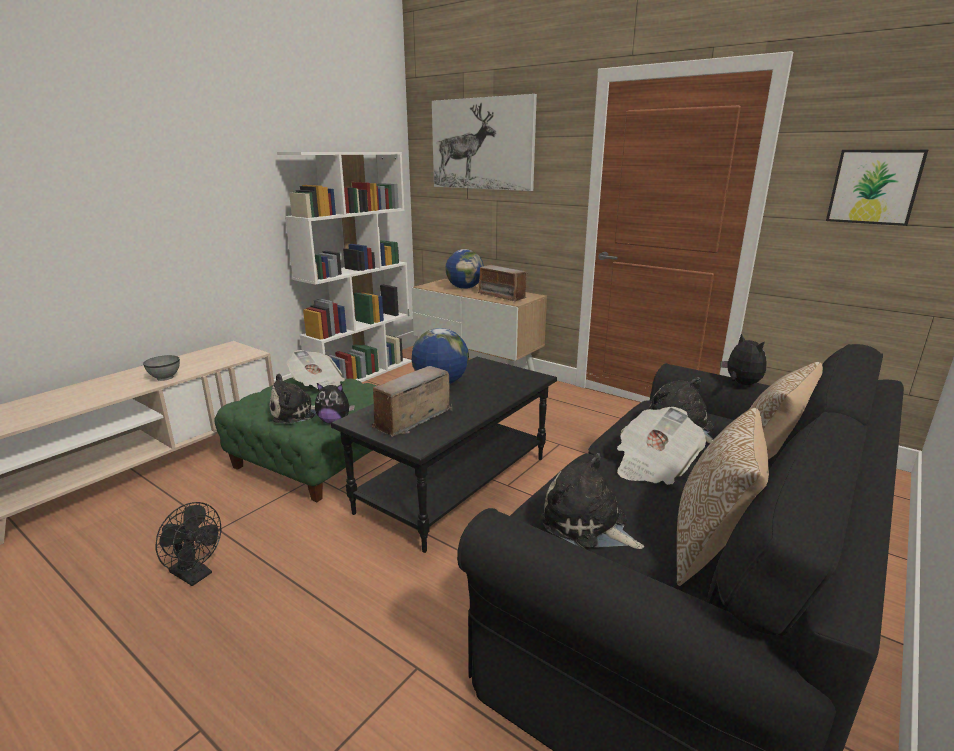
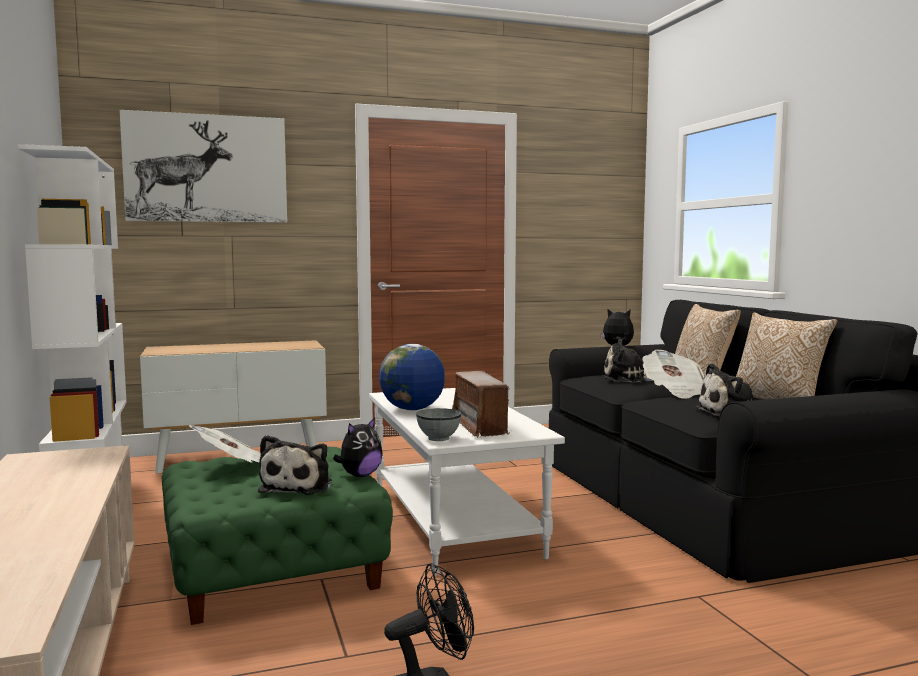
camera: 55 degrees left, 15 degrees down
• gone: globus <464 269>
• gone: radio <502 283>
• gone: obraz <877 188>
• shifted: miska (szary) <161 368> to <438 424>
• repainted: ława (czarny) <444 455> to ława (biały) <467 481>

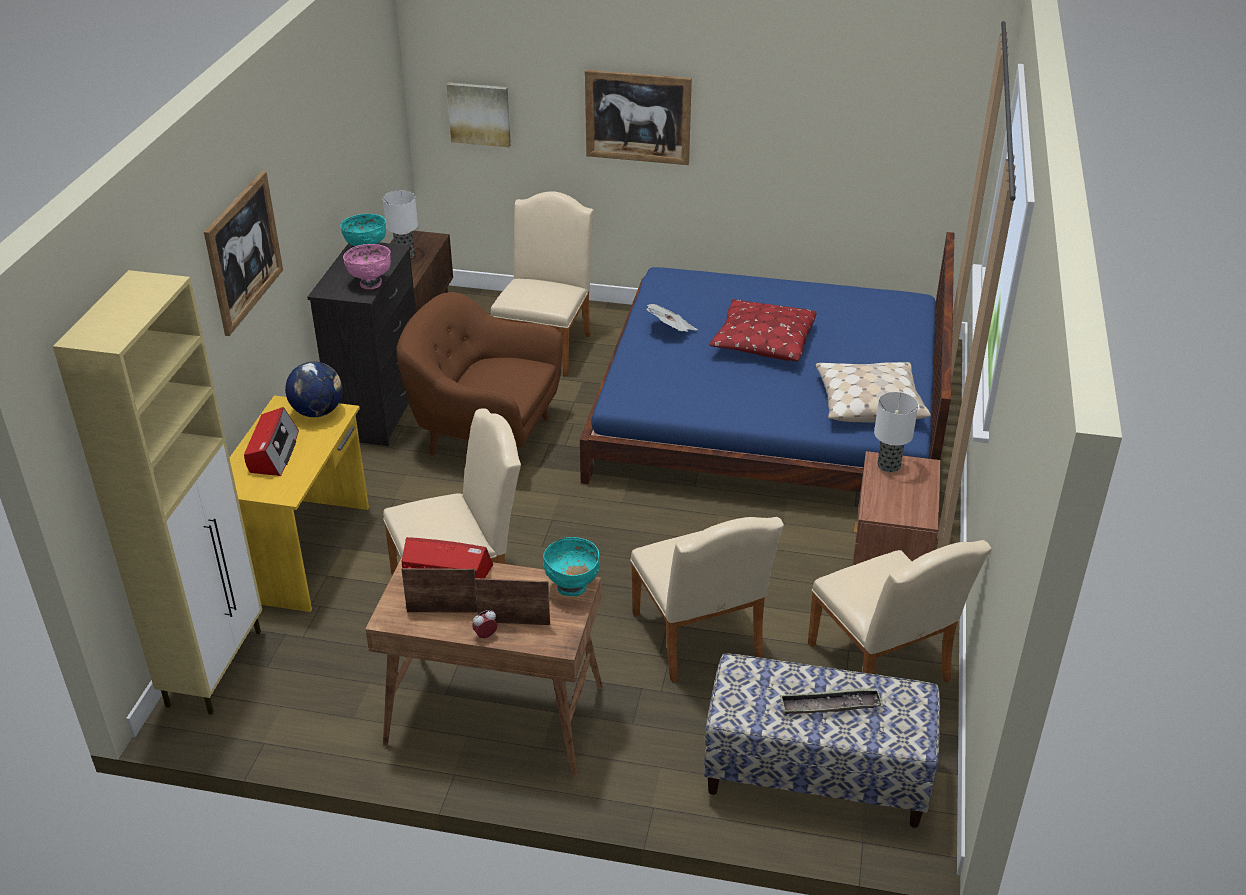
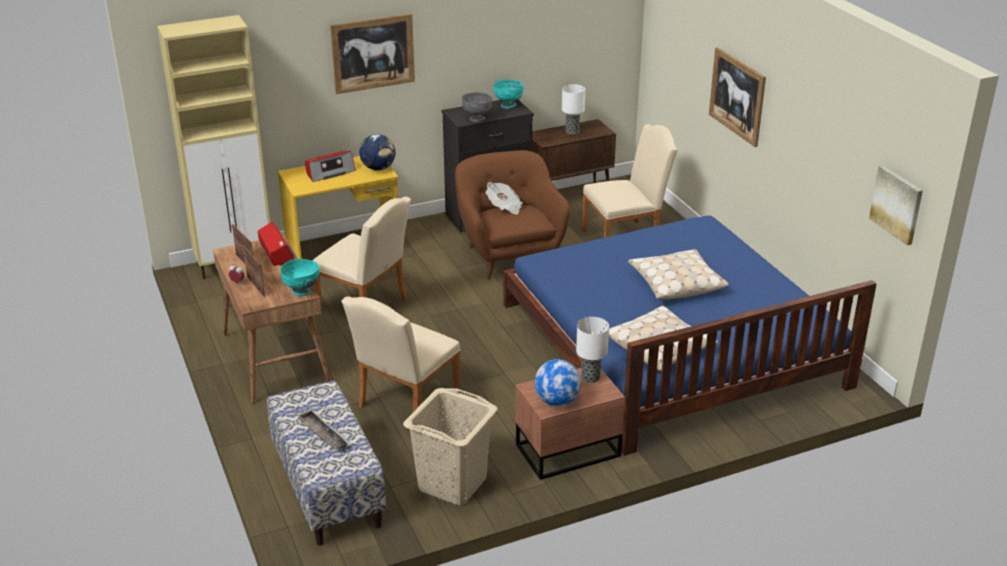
camera: 55 degrees right, 5 degrees down
• new: globus <557 382>
• shifted: obraz <479 114> to <896 205>
• shifted: gazeta <672 318> to <504 198>
• swapped: krzesło (beżowy) <900 611> to kosz na pranie (beżowy) <450 446>
• repainted: miska (różowy) <367 266> to miska (szary) <477 107>
• repainted: poduszka (czerwony) <763 330> to poduszka (beżowy) <678 274>

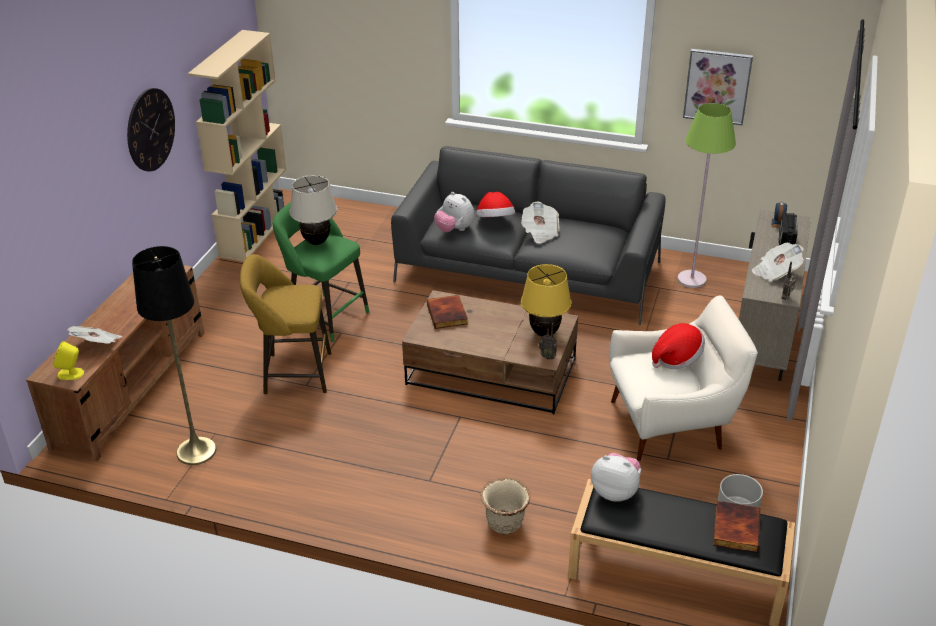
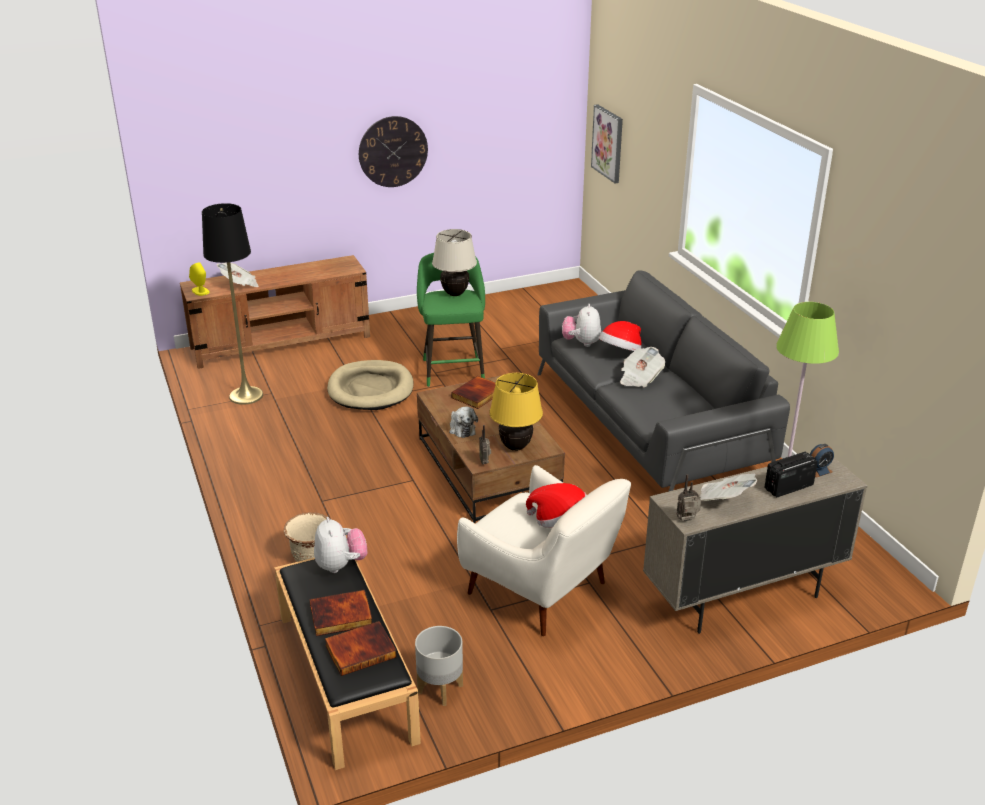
camera: 50 degrees right, 5 degrees down
• gone: regał (beżowy) <237 146>
• new: książka <340 613>
• new: pluszak <463 422>
• shifted: obraz <718 87> to <607 144>
• swapped: stołek (żółty) <285 324> to legowisko (beżowy) <370 385>

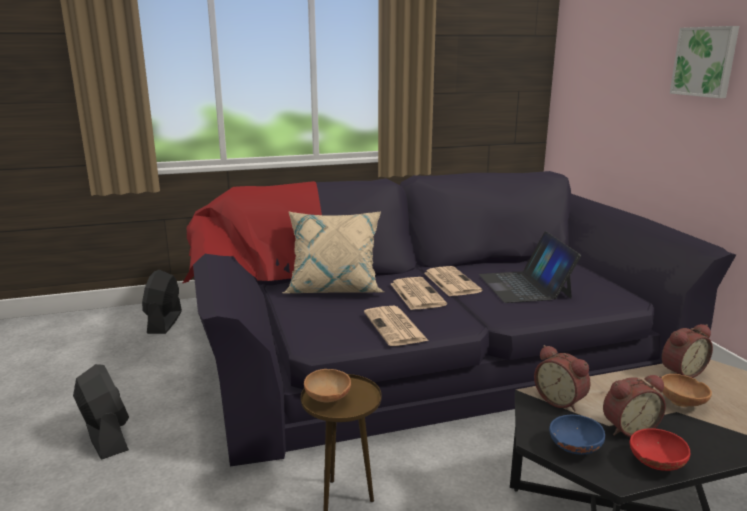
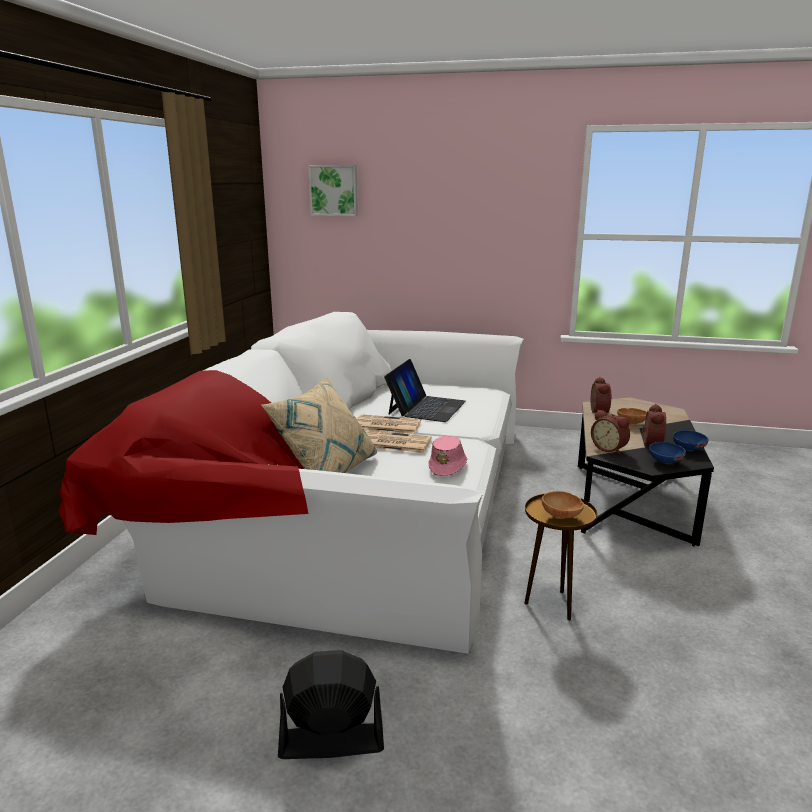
camera: 60 degrees left, 0 degrees up
• gone: wentylator (czarny) <162 302>
• shifted: obraz <704 62> to <333 190>
• swapped: gazeta <396 326> to kapelusz (różowy) <447 455>
• repainted: kanapa (czarny) <459 319> to kanapa (biały) <291 483>
• repainted: miska (czerwony) <660 449> to miska (niebieski) <690 440>
• rotated: laptop <530 267> = <425 390> 90 degrees counterclockwise
• rotated: budzik <562 378> = <610 432> 60 degrees clockwise

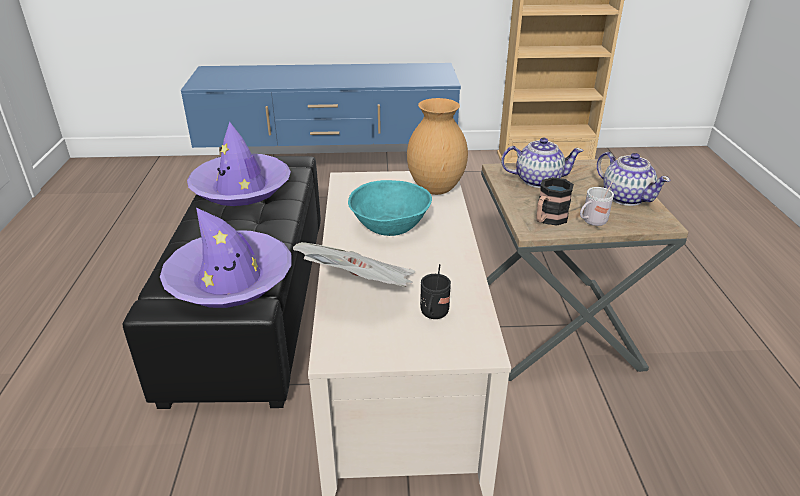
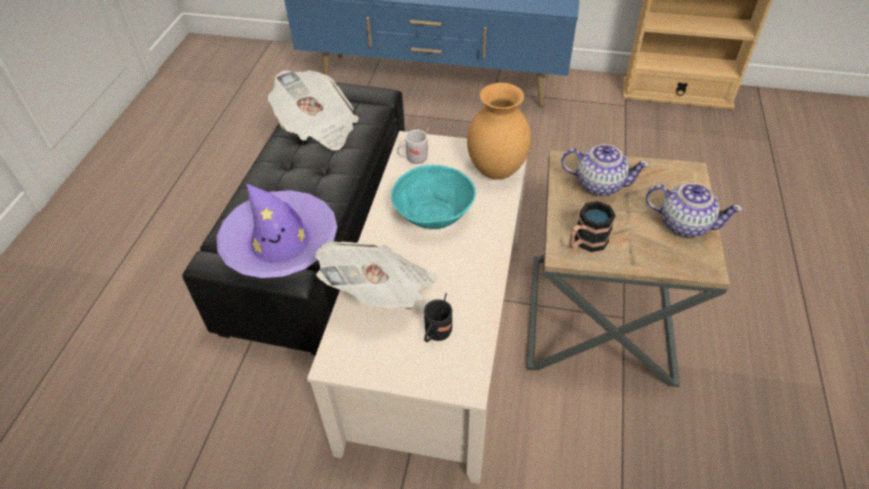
camera: 15 degrees right, 15 degrees up
• shifted: kubek (biały) <597 203> to <413 146>
• swapped: kapelusz (fioletowy) <239 163> to gazeta <313 110>
• rotated: imbryk <634 179> = <694 210> 45 degrees counterclockwise

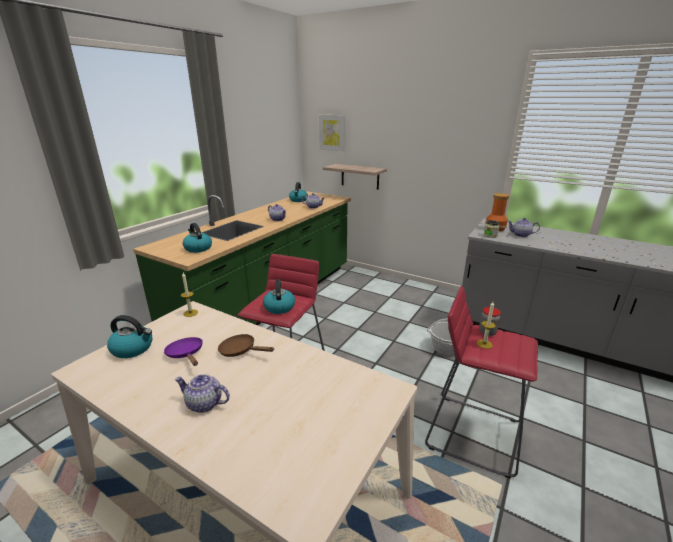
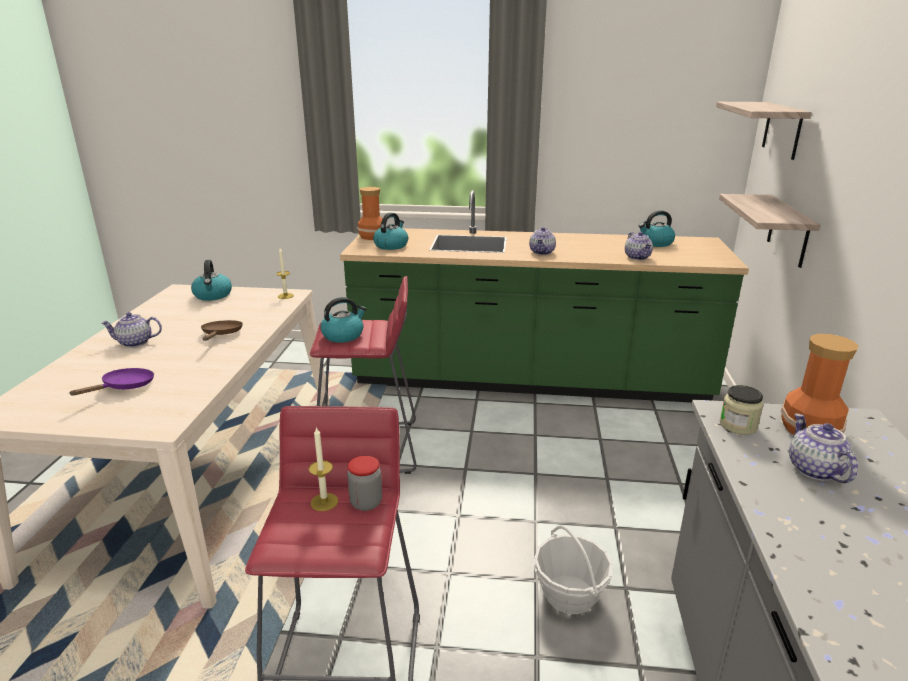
camera: 65 degrees right, 0 degrees up
• new: wazon <369 213>
• shifted: patelnia (fioletowy) <183 351> to <111 382>
• swapped: obraz <332 133> to półka <764 131>
• rotated: imbryk <202 393> = <131 329> 90 degrees counterclockwise

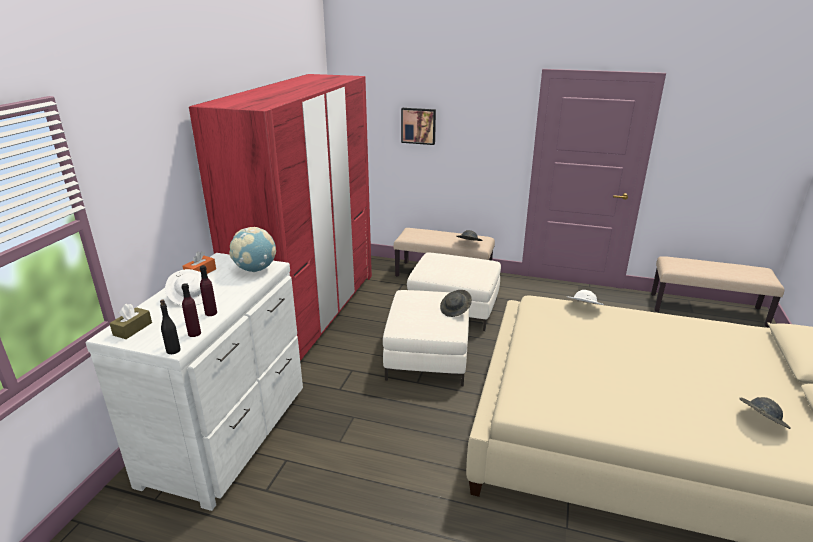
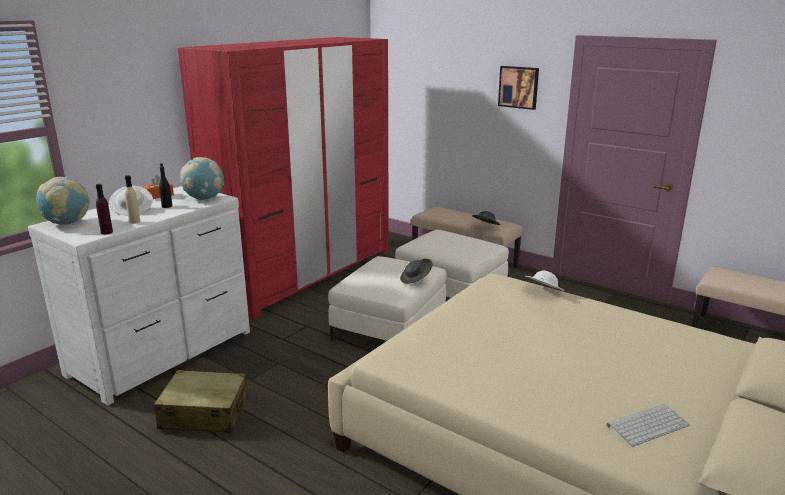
camera: 20 degrees right, 5 degrees down
• new: walizka (beżowy) <201 401>
• shifted: butelka (czarny) <170 326> to <165 185>
• shifted: obraz <418 126> to <518 88>
• swapped: pudełko chusteczek (brązowy) <130 321> to globus <63 201>
• swapped: kapelusz (szary) <765 413> to klawiatura <648 425>
• repainted: butelka (fioletowy) <208 290> to butelka (beżowy) <132 199>

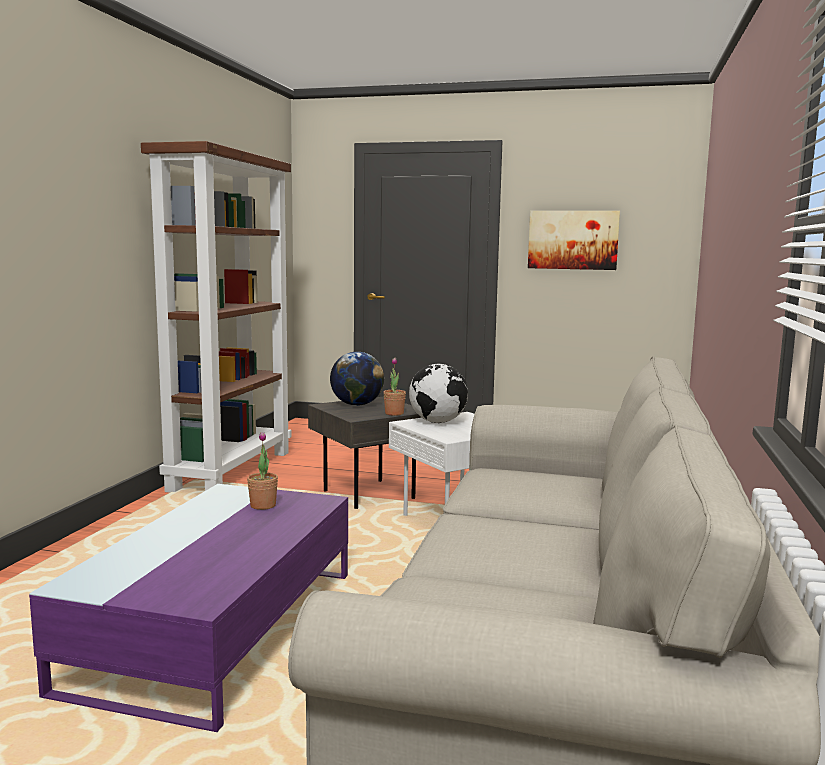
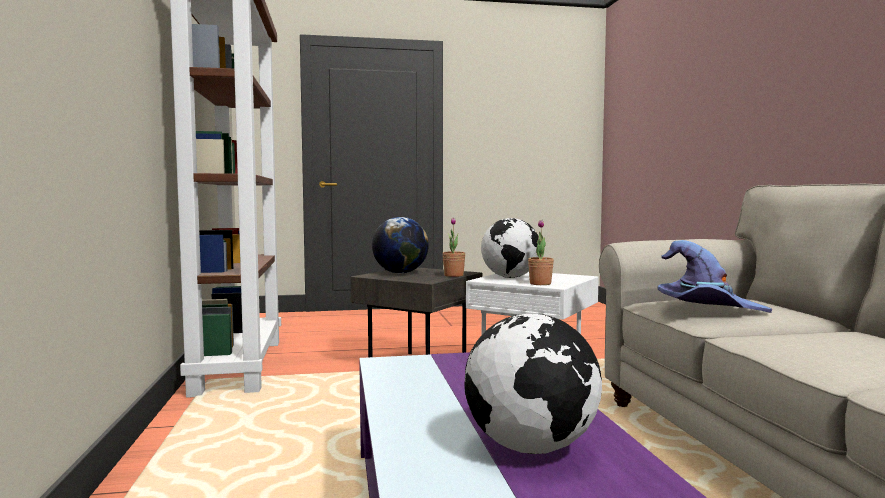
camera: 25 degrees left, 5 degrees down
• gone: obraz <574 240>
• new: globus <533 384>
• new: kapelusz (fioletowy) <714 276>
• shifted: roślina doniczkowa <262 471> to <541 252>

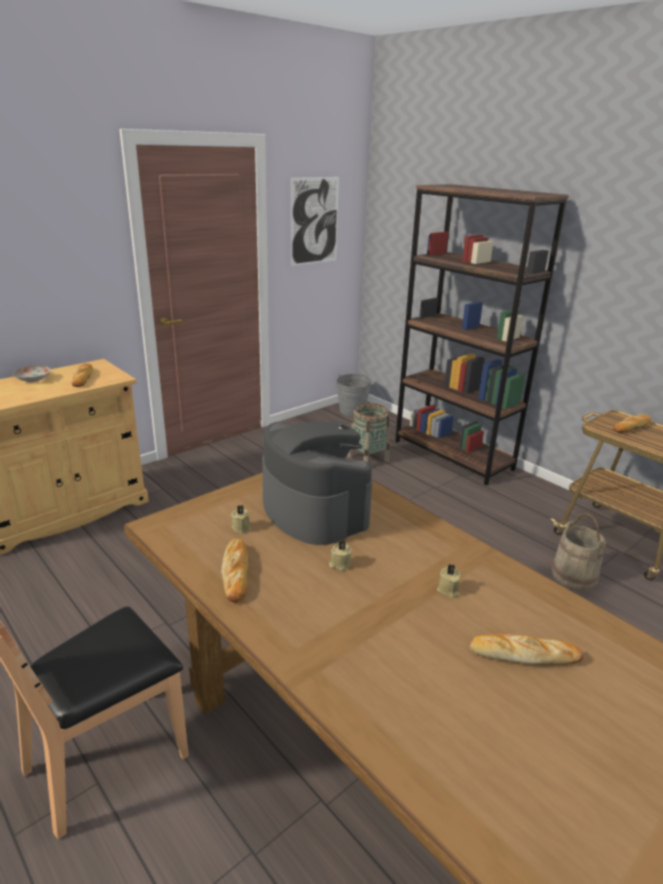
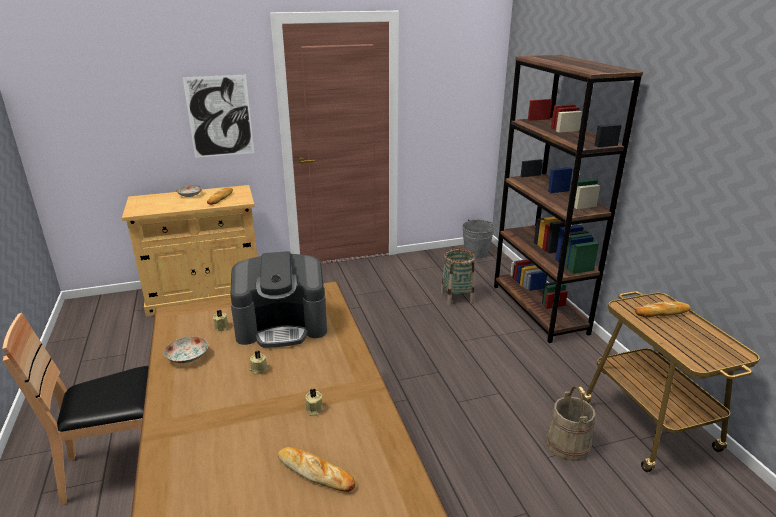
camera: 25 degrees right, 0 degrees up
• shifted: obraz <315 221> to <218 116>
• swapped: chleb <234 570> to talerz <186 350>
• rotated: ekspres do kawy <317 483> = <278 299> 90 degrees clockwise

